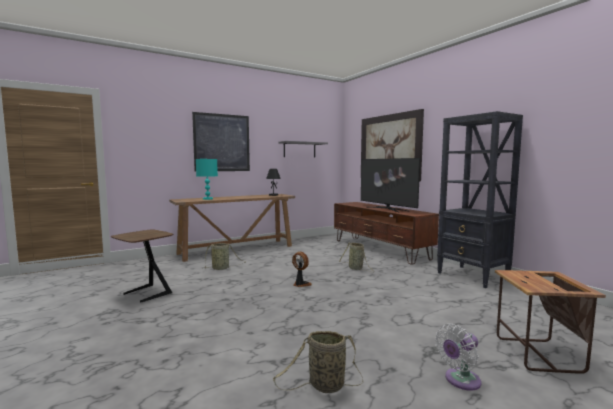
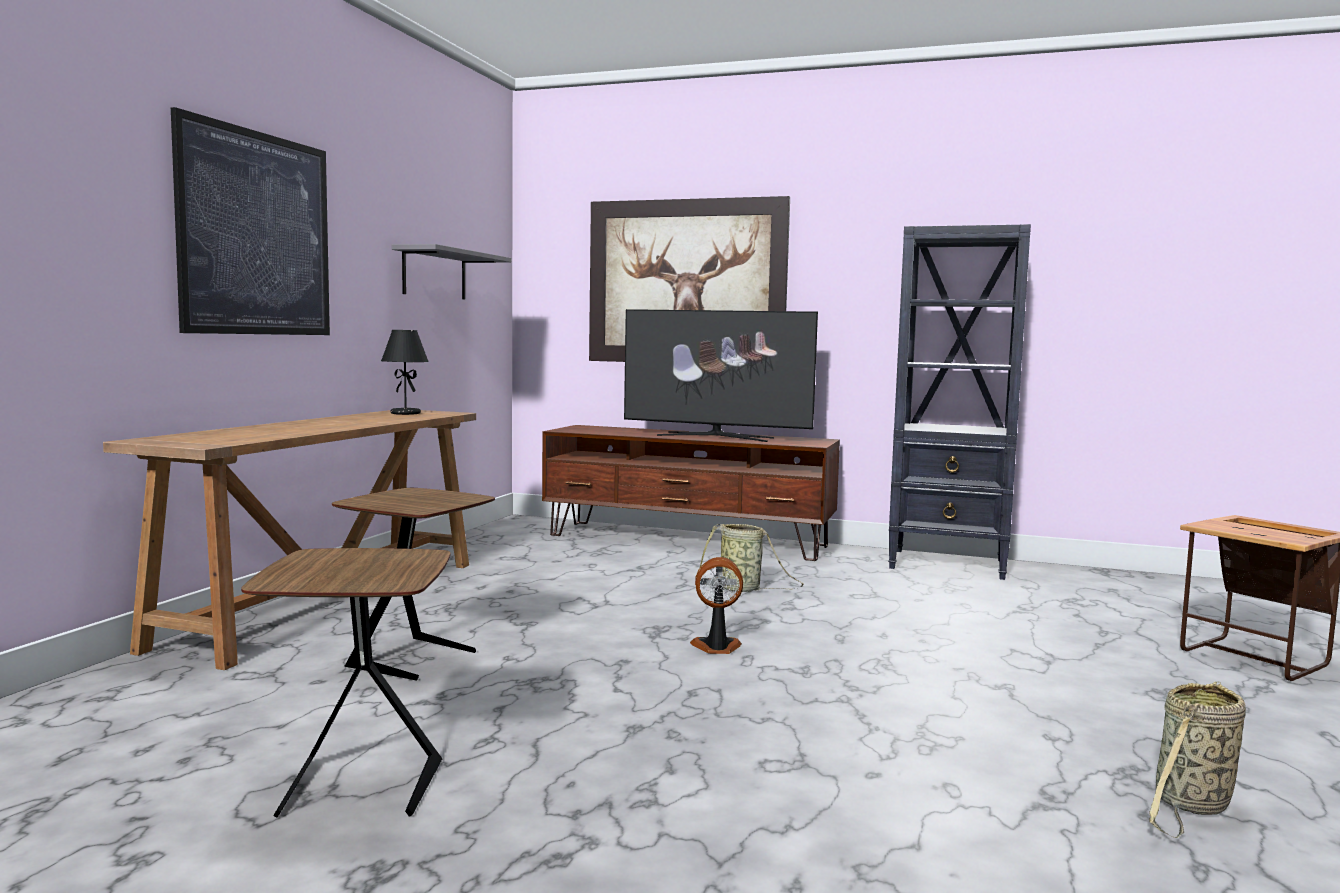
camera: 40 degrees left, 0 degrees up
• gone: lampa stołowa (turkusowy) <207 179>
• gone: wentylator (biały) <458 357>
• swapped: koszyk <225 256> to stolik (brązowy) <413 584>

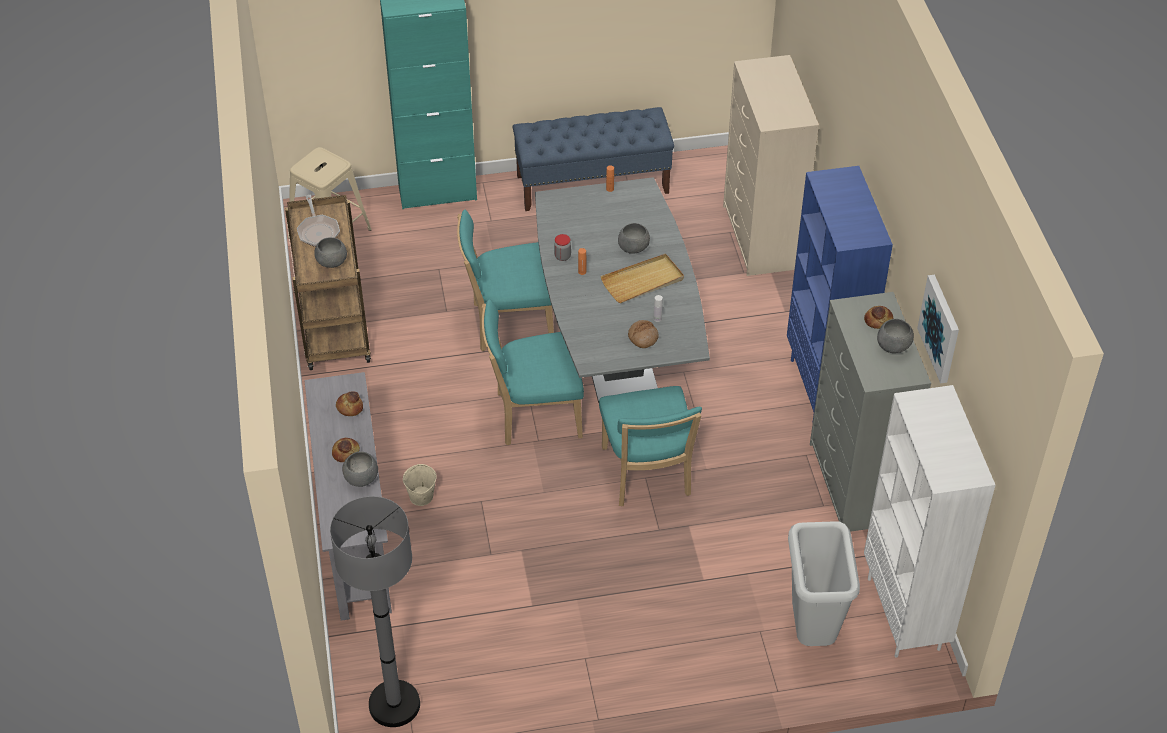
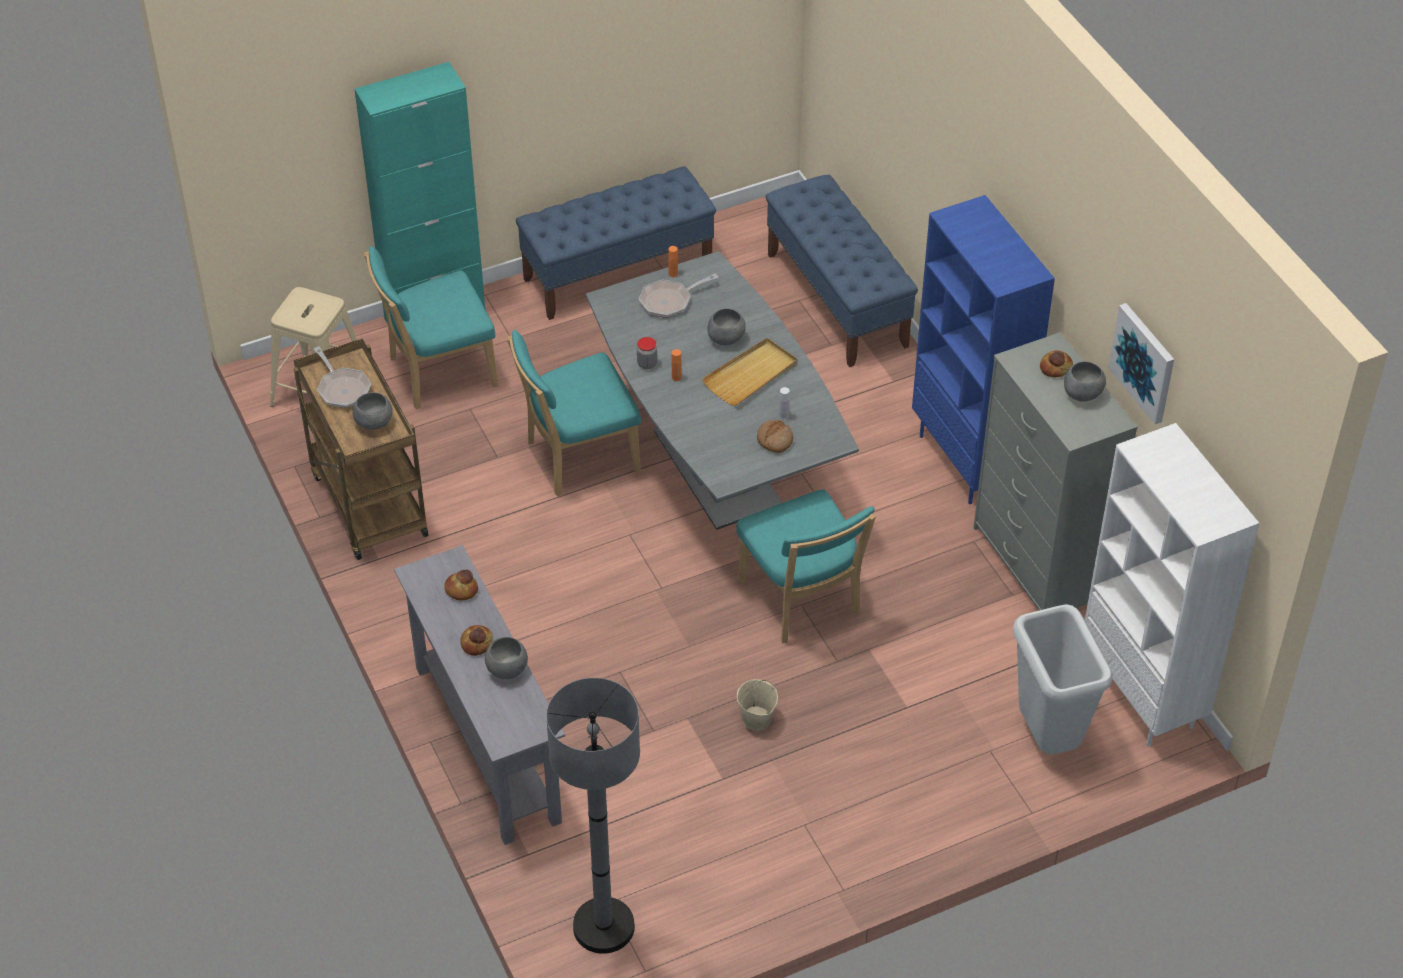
camera: 15 degrees left, 0 degrees up
• new: patelnia <678 296>
• shifted: wiadro (beżowy) <420 485> to <757 705>
• shifted: krzesło (turkusowy) <533 372> to <431 327>
• swapped: komoda (beżowy) <771 165> to ławka (niebieski) <842 270>

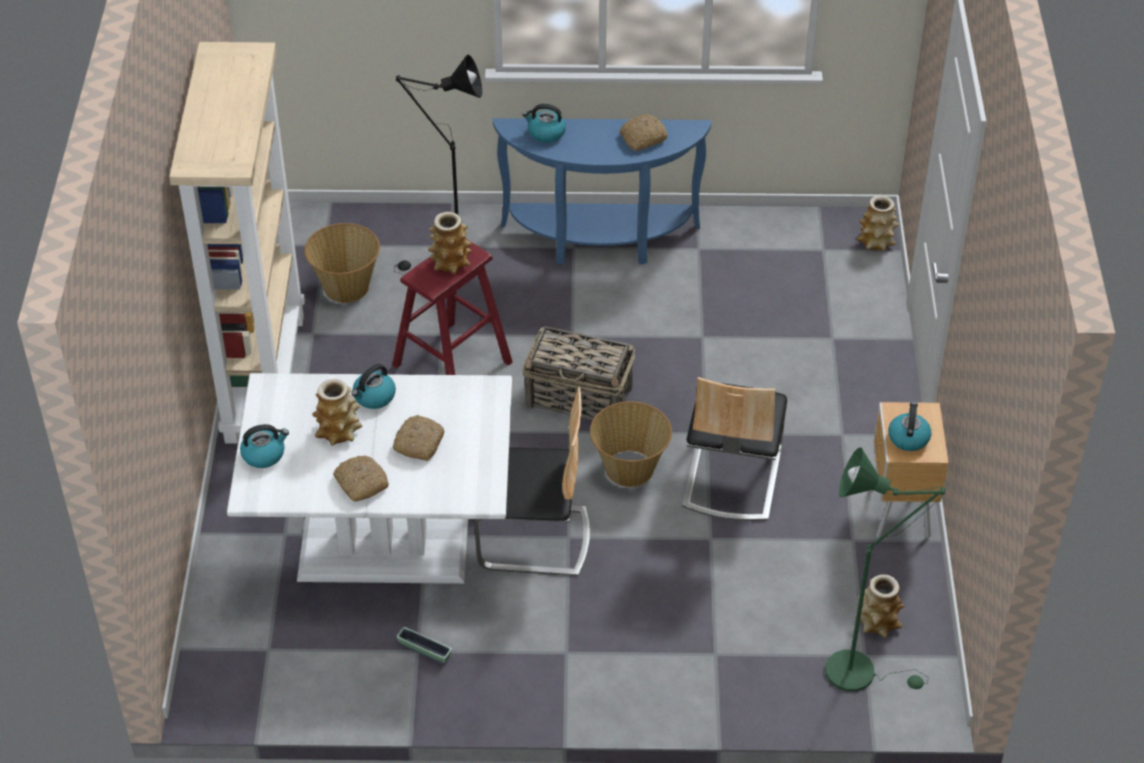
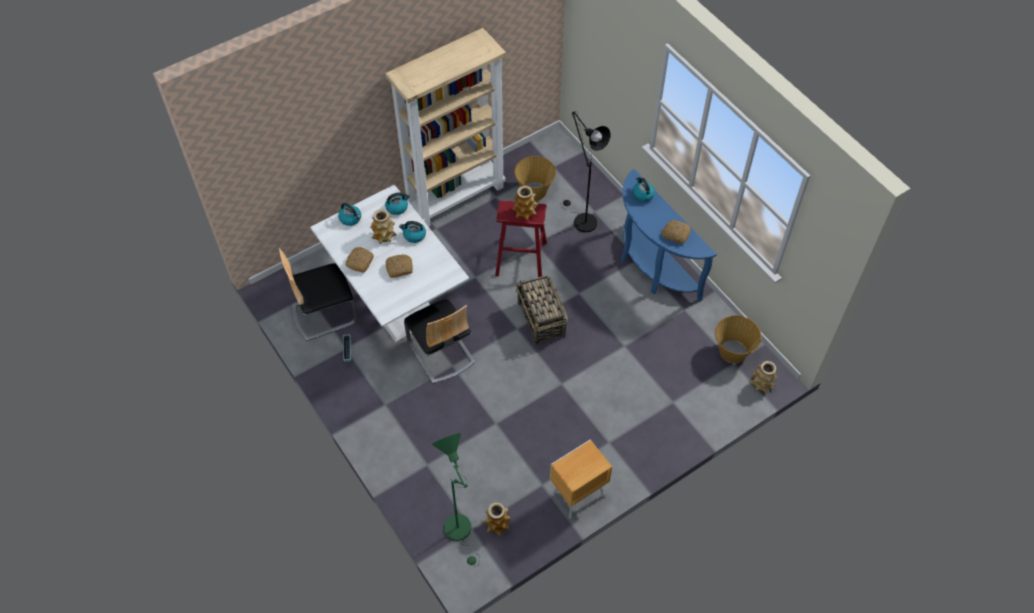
camera: 55 degrees right, 10 degrees up
• shifted: koszyk <631 444> to <738 339>
• shifted: krzesło <734 449> to <318 294>
• shifted: czajnik <909 426> to <397 203>

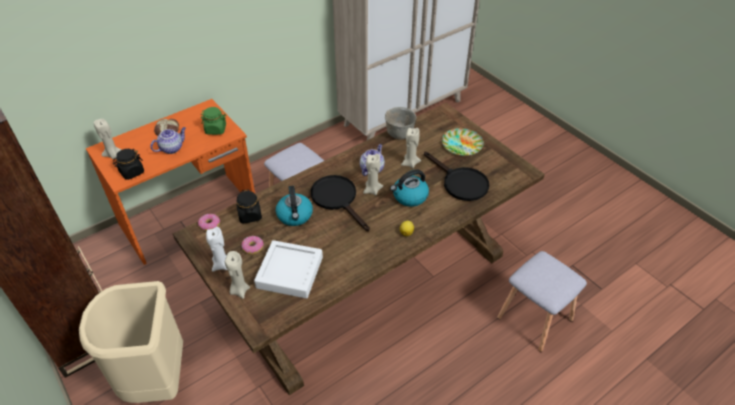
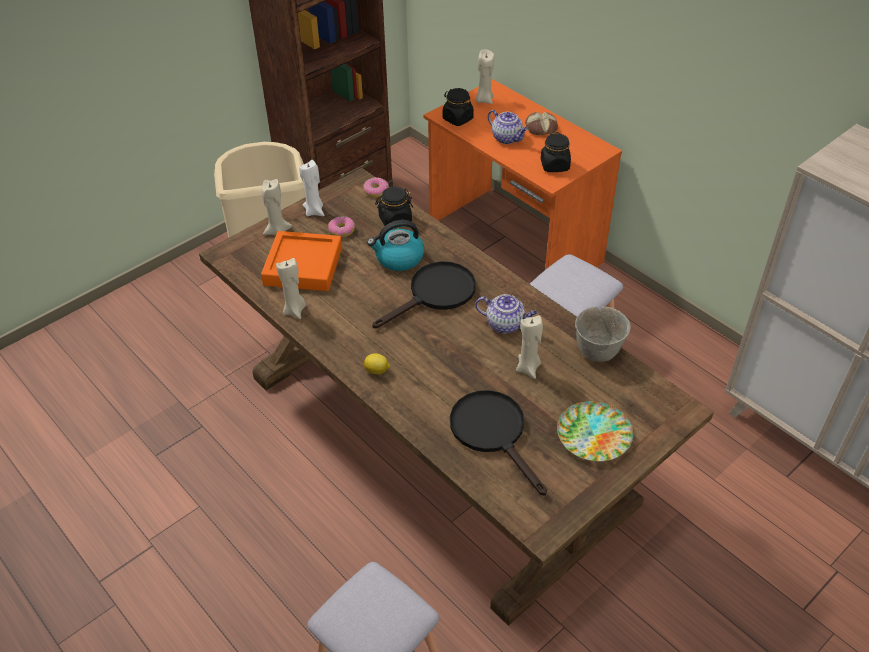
camera: 85 degrees right, 0 degrees up
• gone: czajnik <409 188>
• shifted: świeca (beżowy) <373 174> to <291 288>
• repainted: słoik (zielony) <213 121> to słoik (czarny) <556 152>
• repainted: taca (biały) <288 269> to taca (pomarańczowy) <301 261>
• rotated: patelnia (czarny) <456 176> = <498 443> 105 degrees clockwise

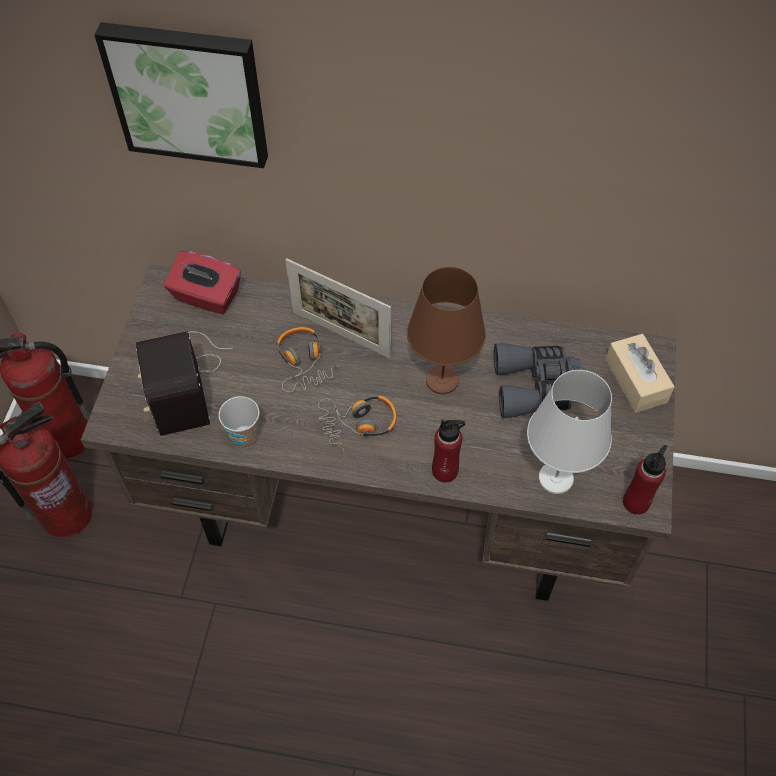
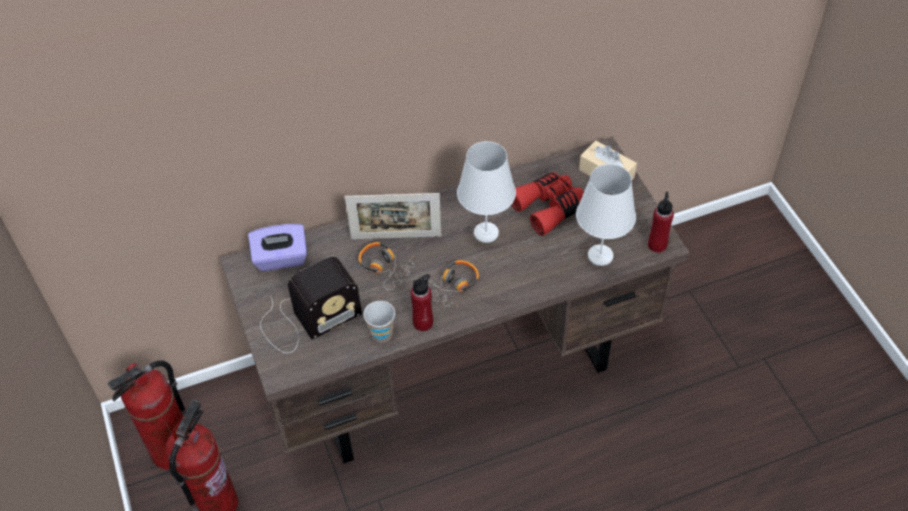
camera: 30 degrees left, 5 degrees down
• gone: obraz <181 95>
• shifted: butelka (czerwony) <448 451> to <421 302>
• repainted: pudełko chusteczek (czerwony) <202 282> to pudełko chusteczek (fioletowy) <277 247>
• repainted: lampa stołowa (brązowy) <446 330> to lampa stołowa (biały) <486 192>
• repainted: lornetka (szary) <537 380> to lornetka (czerwony) <547 204>
• rotated: radio <184 383> = <311 305> 75 degrees counterclockwise

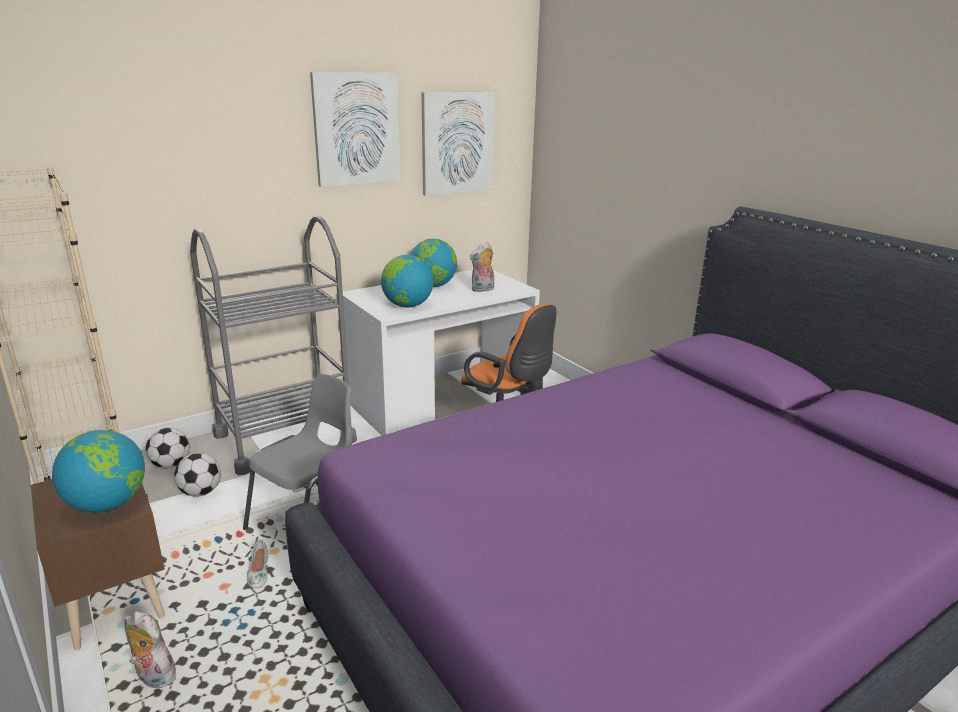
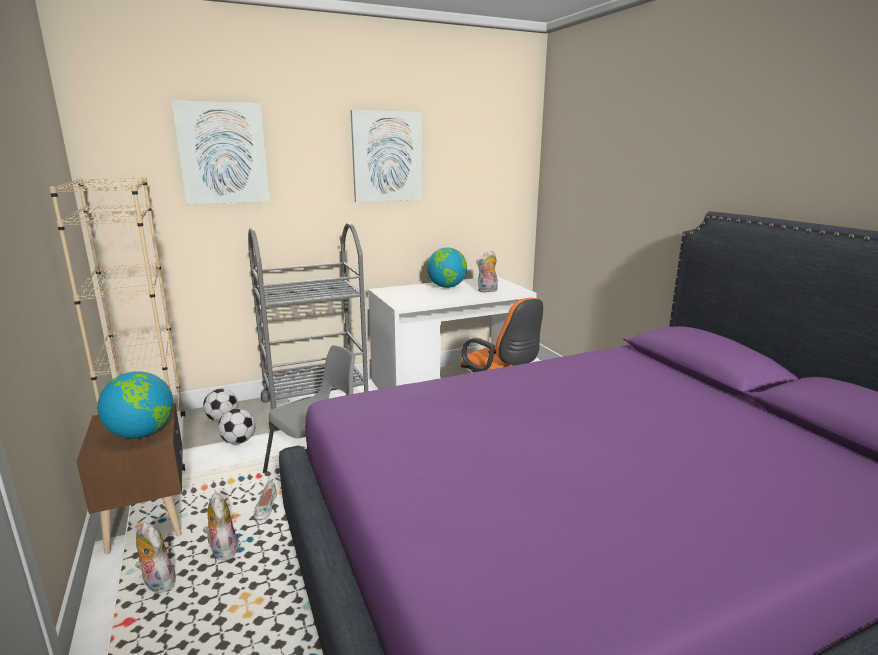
camera: 10 degrees right, 5 degrees down
• gone: globus <407 281>
• new: pluszak <220 526>
• shifted: obraz <458 144> to <221 152>

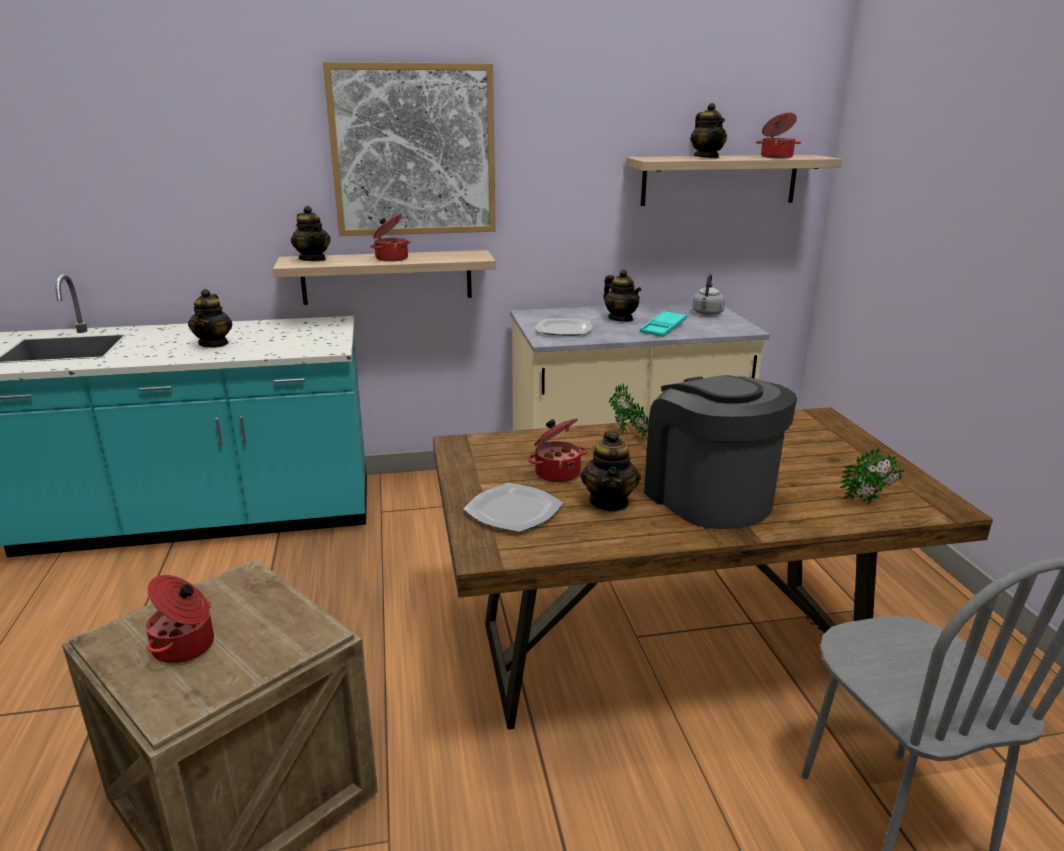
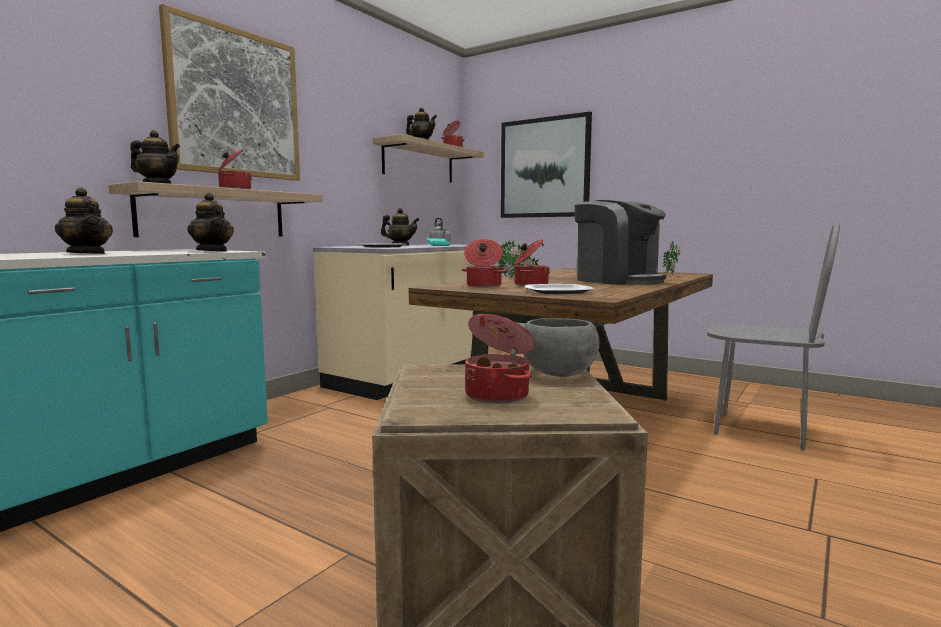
camera: 45 degrees left, 15 degrees down
• new: garnek <484 263>
• new: obraz <546 165>
• new: miska (szary) <562 347>
• shifted: imbryk <610 471> to <210 222>
• rotated: ekspres do kawy <720 452> = <620 242> 150 degrees counterclockwise

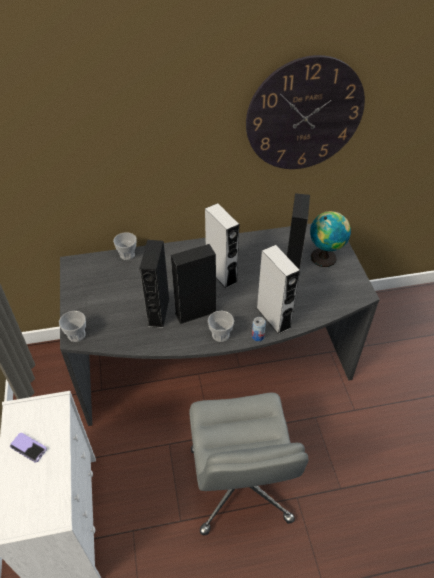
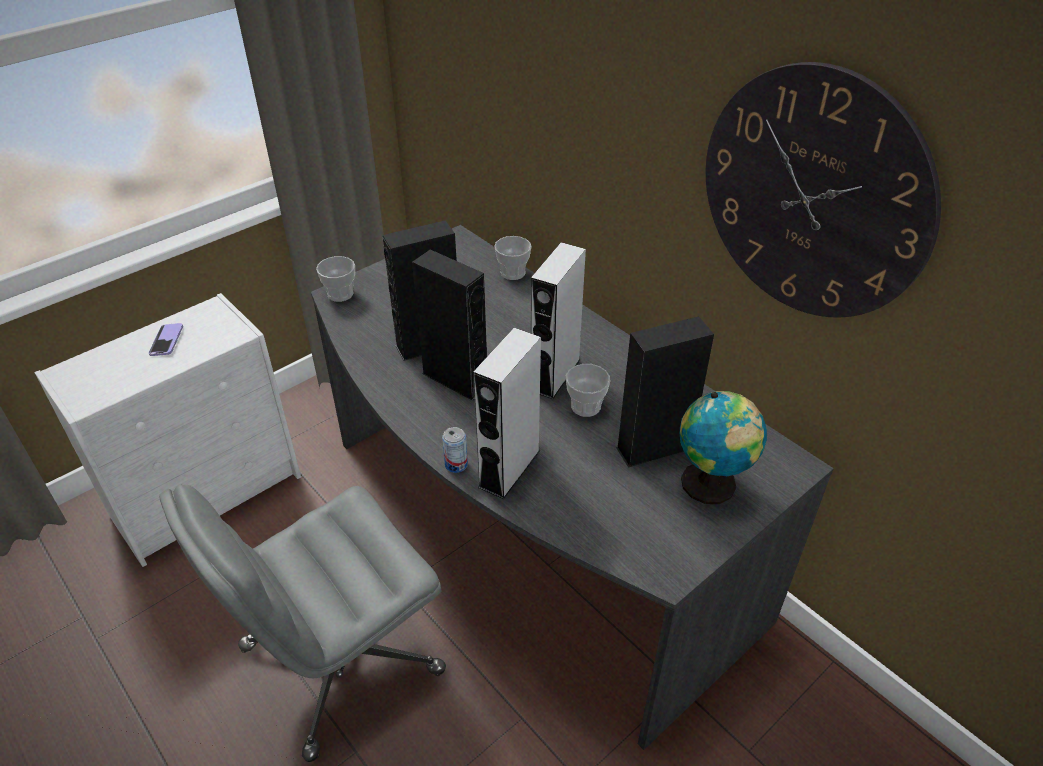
camera: 60 degrees right, 5 degrees down
• shifted: filiżanka <221 326> to <588 390>

